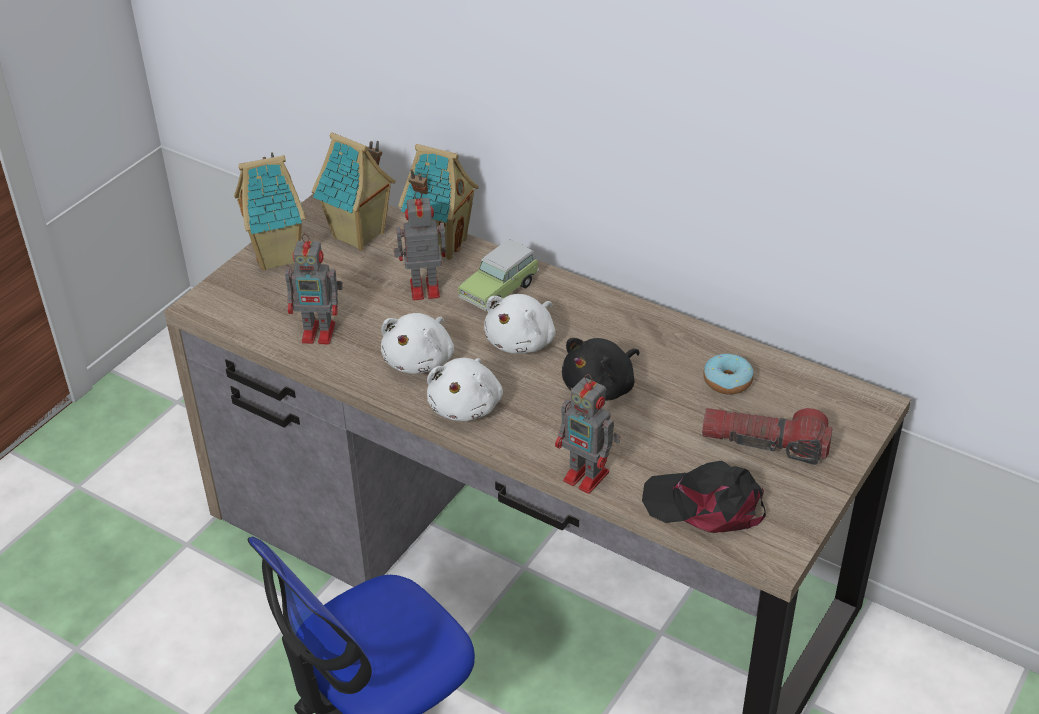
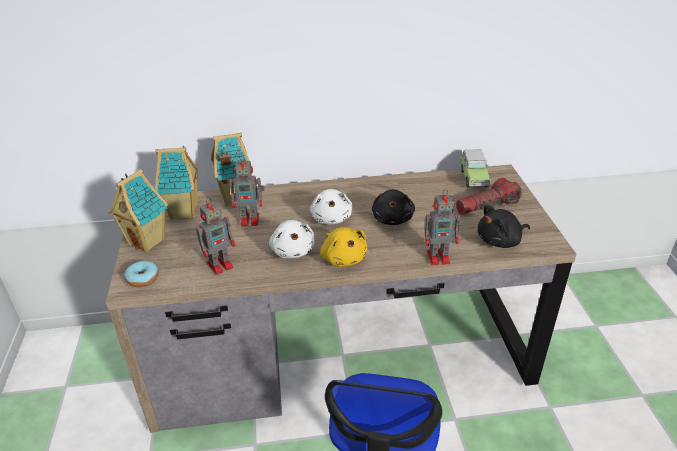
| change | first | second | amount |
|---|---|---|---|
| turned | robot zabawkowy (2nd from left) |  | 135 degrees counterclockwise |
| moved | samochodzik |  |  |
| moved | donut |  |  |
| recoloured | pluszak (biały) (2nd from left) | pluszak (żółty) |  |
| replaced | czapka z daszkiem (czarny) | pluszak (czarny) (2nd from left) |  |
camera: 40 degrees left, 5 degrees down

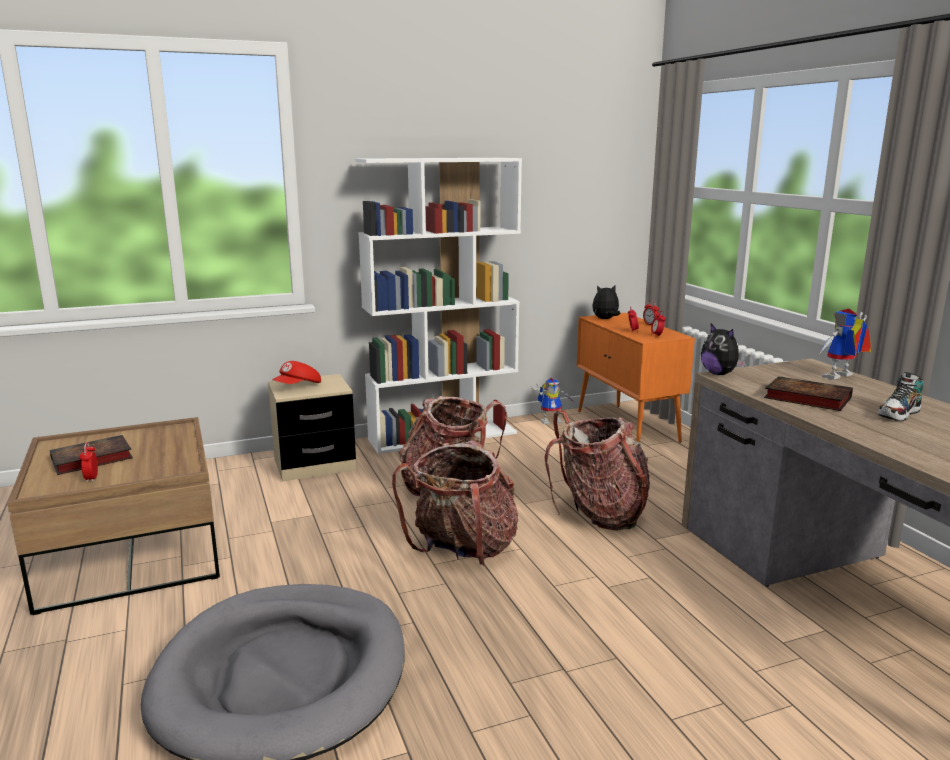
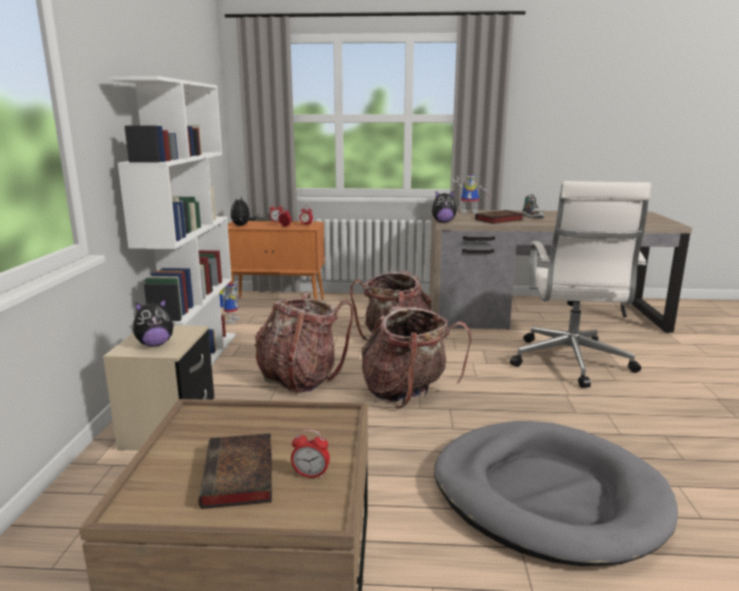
| change | first | second | amount |
|---|---|---|---|
| turned | robot zabawkowy (2nd from left) |  | 75 degrees counterclockwise |
| replaced | czapka z daszkiem (czerwony) | pluszak (1st from left) |  |
| added |  | krzesło biurowe (biały) |  |
camera: 65 degrees left, 0 degrees up

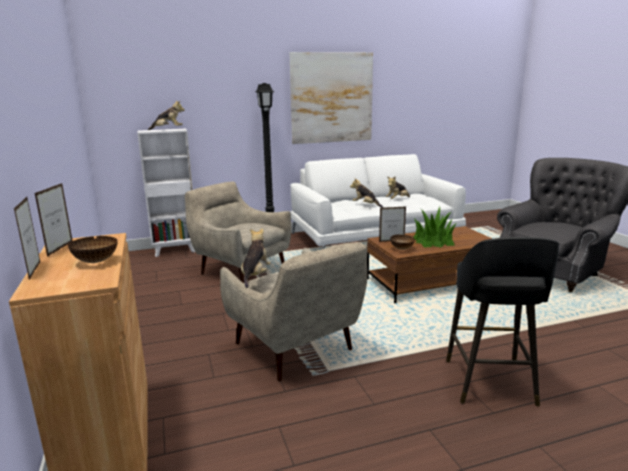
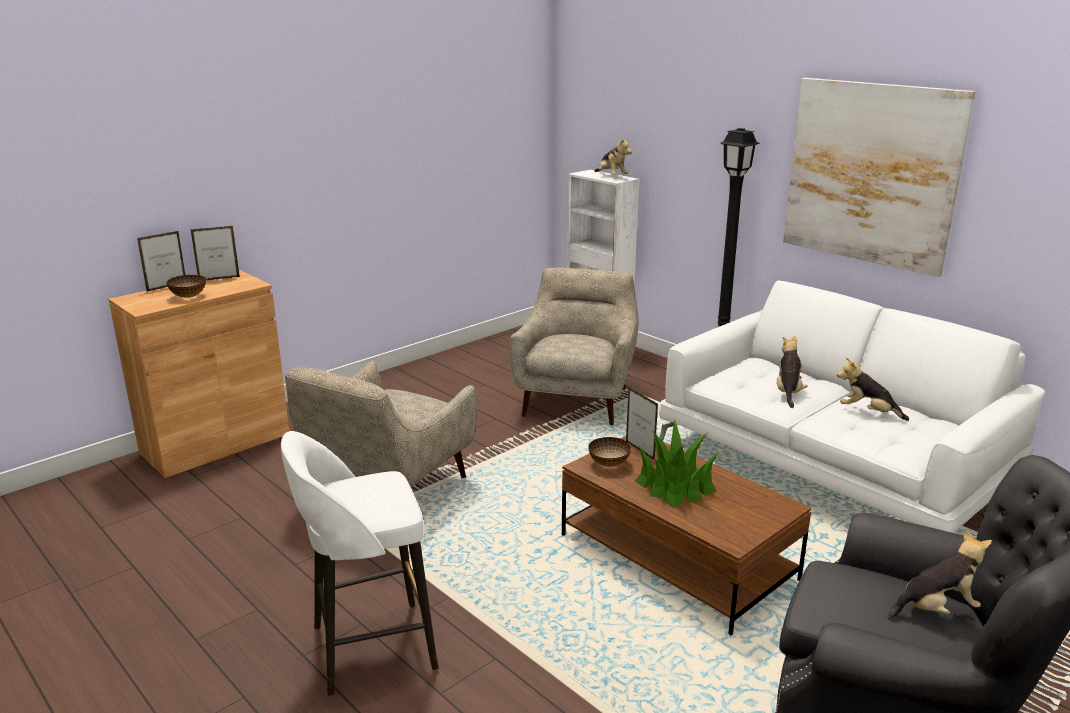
| change | first | second | amount |
|---|---|---|---|
| moved | pluszak (2nd from left in the first image) | pluszak (4th from left) |  |
| recoloured | stołek (czarny) | stołek (biały) |  |
camera: 65 degrees right, 5 degrees up

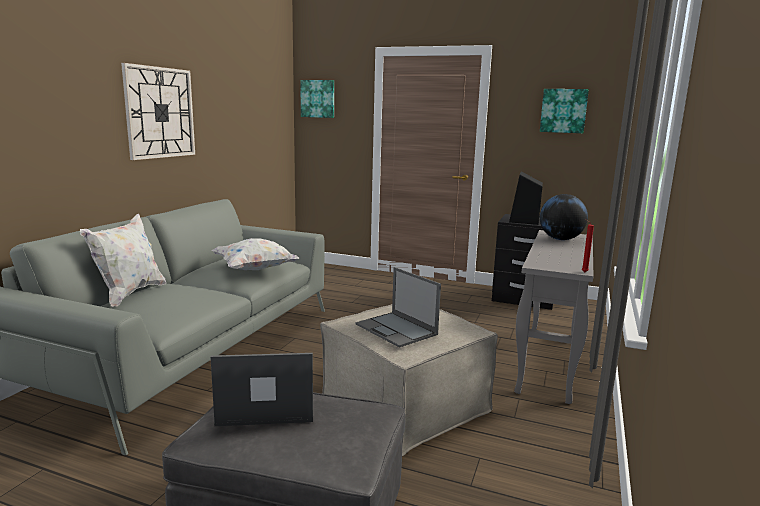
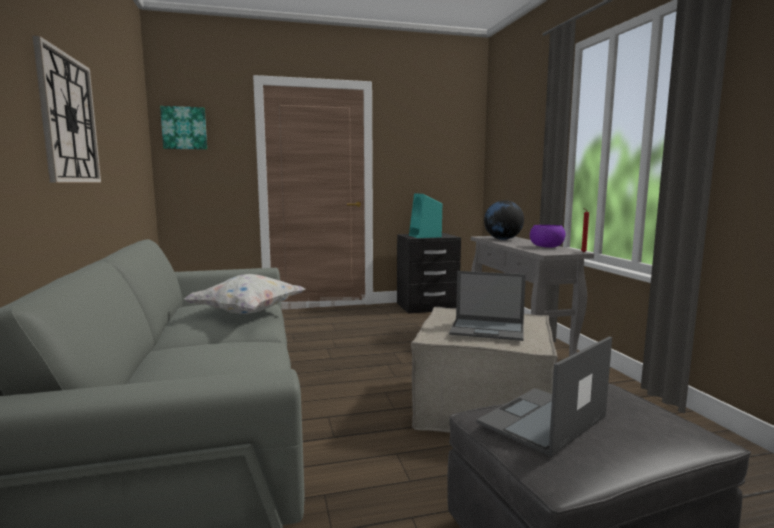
| change | first | second | amount |
|---|---|---|---|
| removed | obraz (2nd from left) |  |  |
| recoloured | głośnik (czarny) | głośnik (turkusowy) |  |
| removed | poduszka (biały) (1st from left) |  |  |
| added |  | miska (fioletowy) |  |
camera: 35 degrees left, 5 degrees down

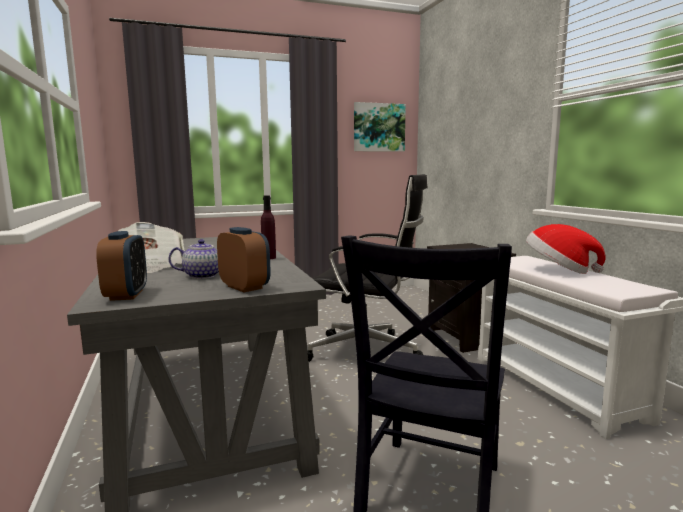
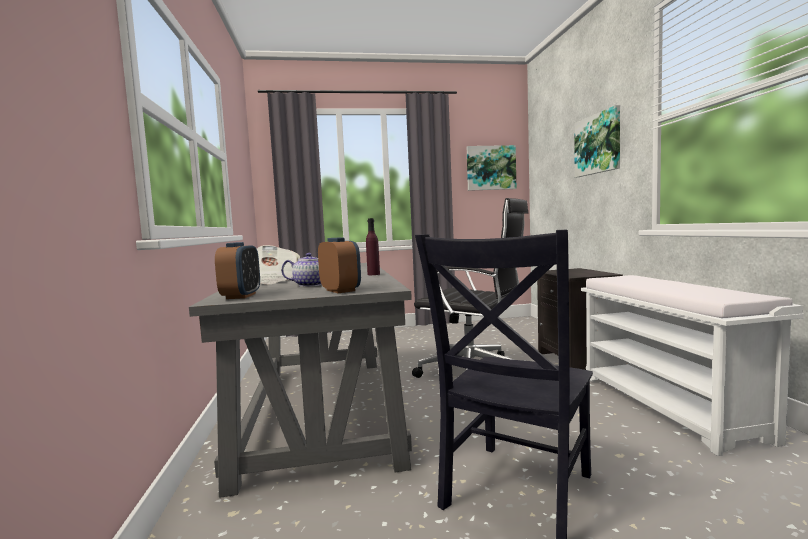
| change | first | second | amount |
|---|---|---|---|
| removed | kapelusz |  |  |
| added |  | obraz (2nd from left) |  |
camera: 10 degrees right, 5 degrees down

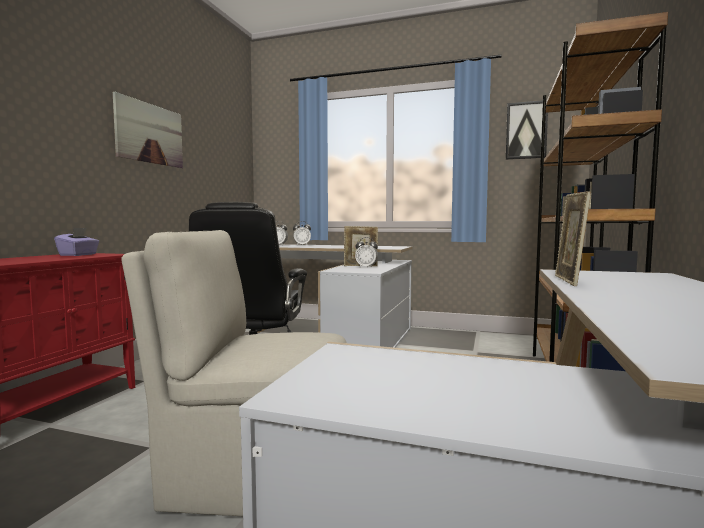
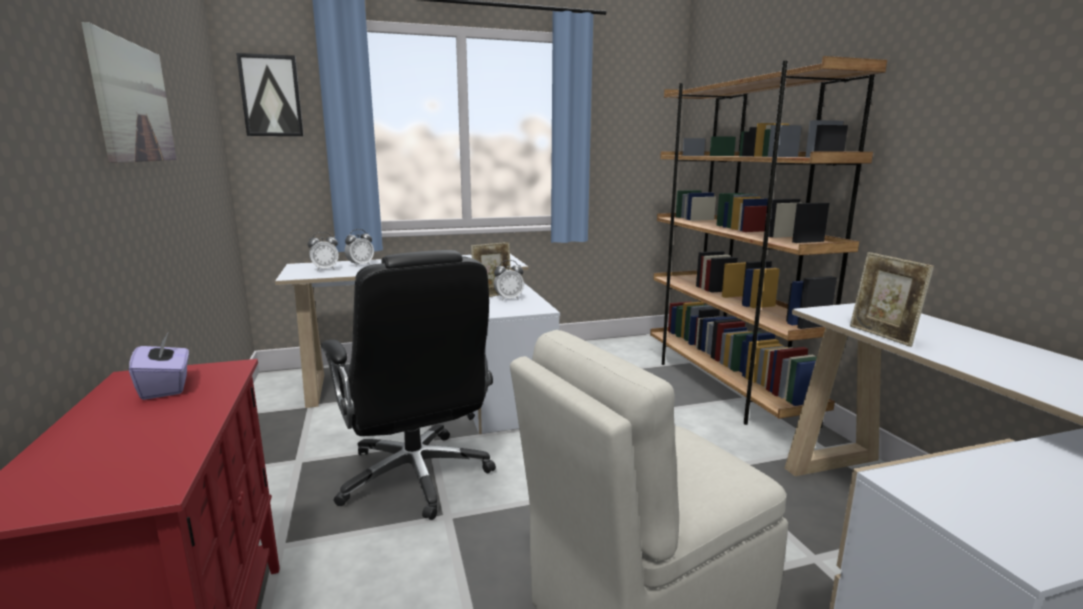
| change | first | second | amount |
|---|---|---|---|
| moved | obraz (2nd from left) |  |  |
camera: 35 degrees left, 10 degrees up

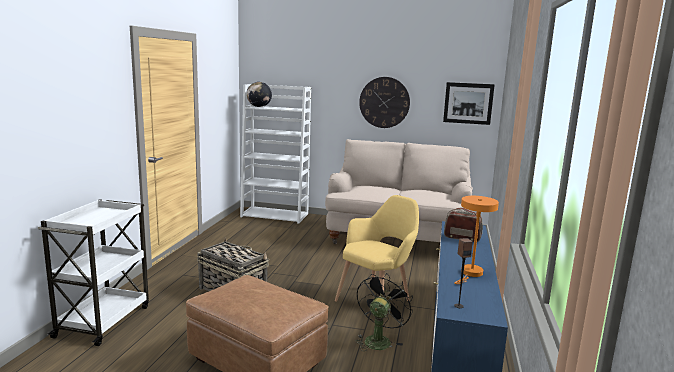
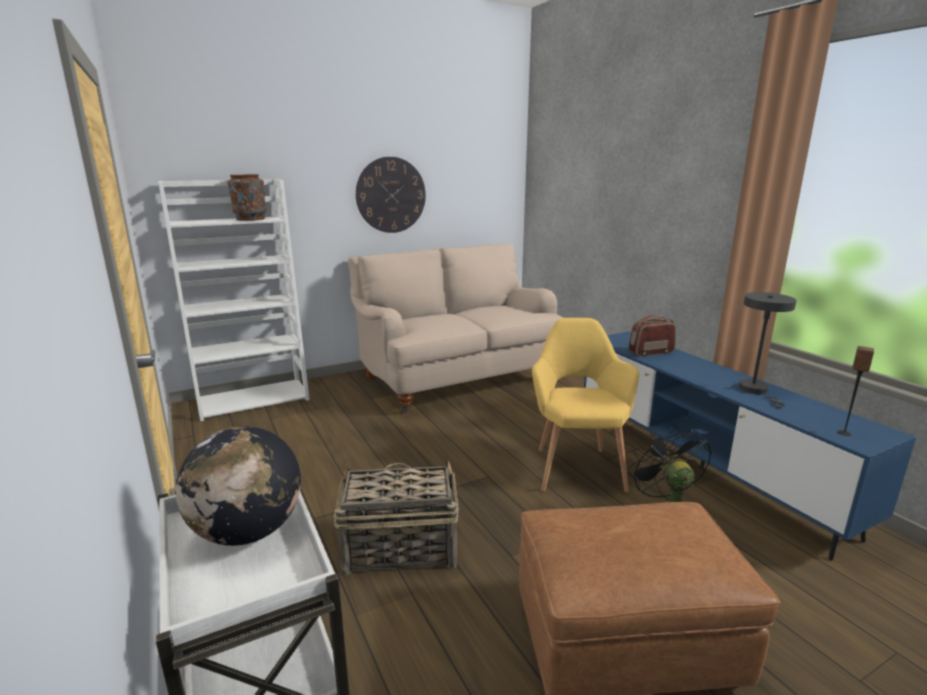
| change | first | second | amount |
|---|---|---|---|
| moved | globus |  |  |
| removed | obraz |  |  |
| recoloured | lampa stołowa (pomarańczowy) | lampa stołowa (szary) |  |
| added |  | wazon (brązowy) |  |
camera: 40 degrees left, 5 degrees up

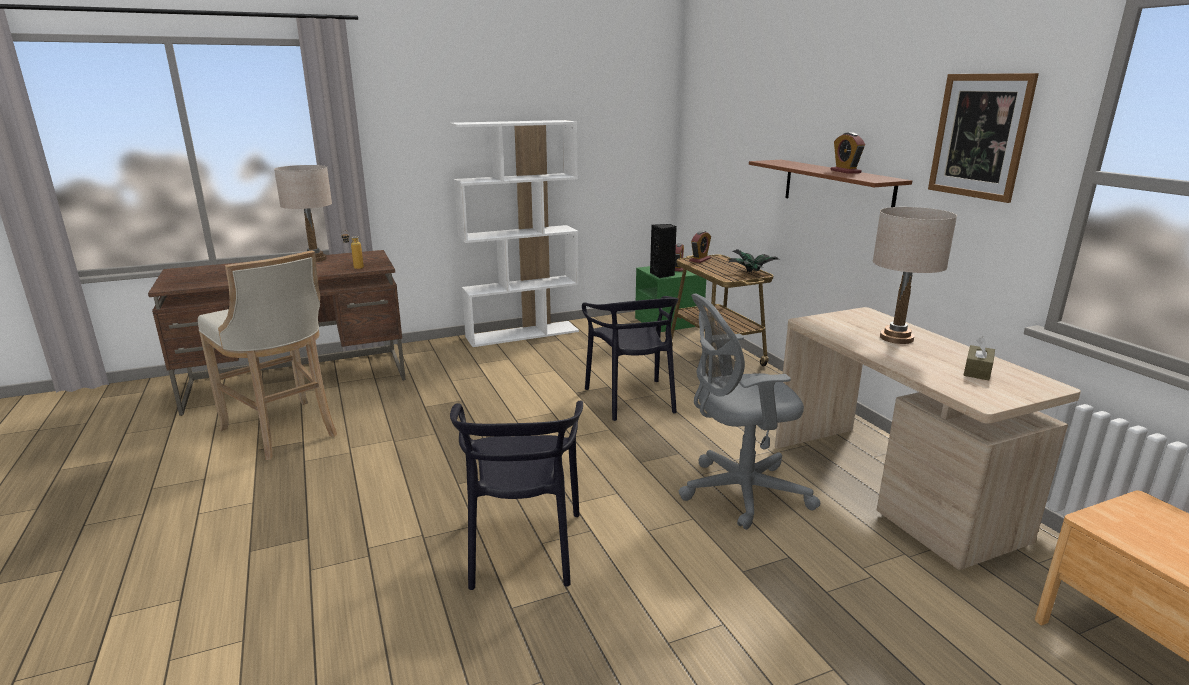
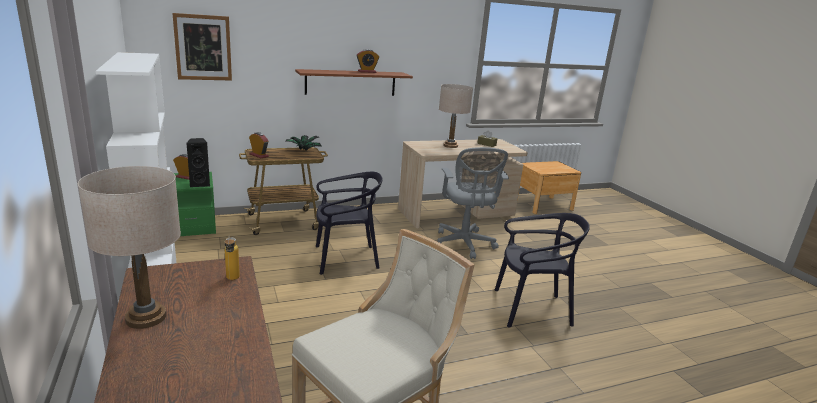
| change | first | second | amount |
|---|---|---|---|
| moved | obraz |  |  |
camera: 90 degrees left, 0 degrees up

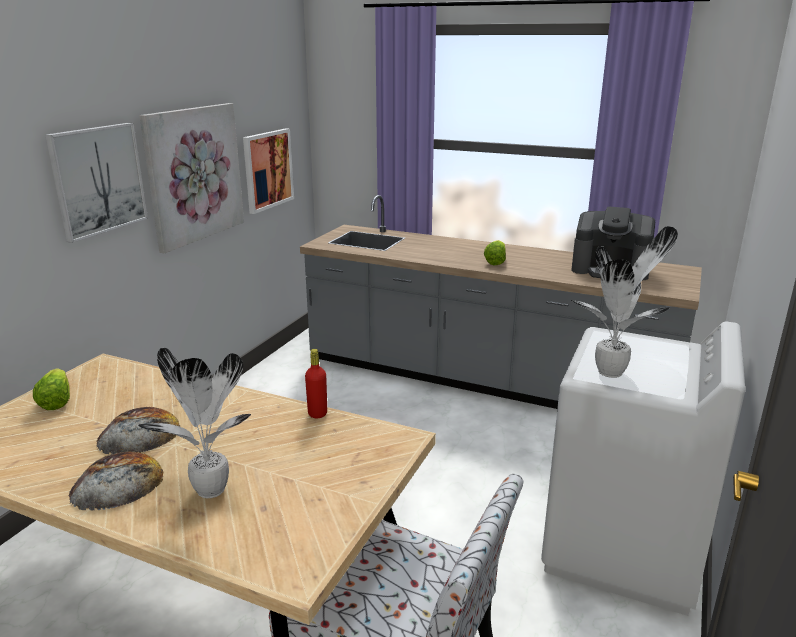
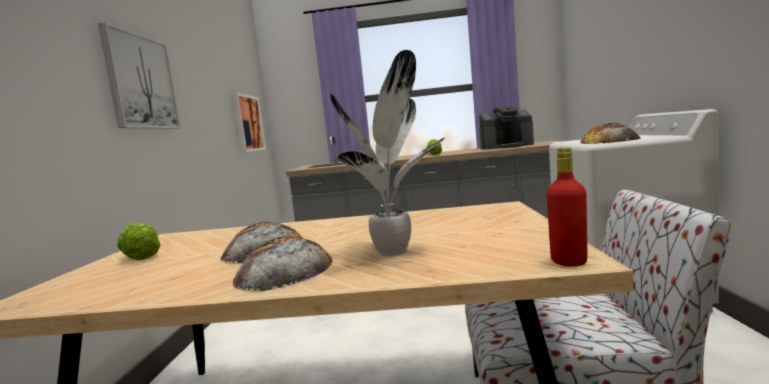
| change | first | second | amount |
|---|---|---|---|
| removed | obraz (2nd from left) |  |  |
| replaced | roślina doniczkowa (2nd from left) | chleb (3rd from left) |  |
| moved | butelka (czerwony) |  |  |
camera: 20 degrees left, 15 degrees down

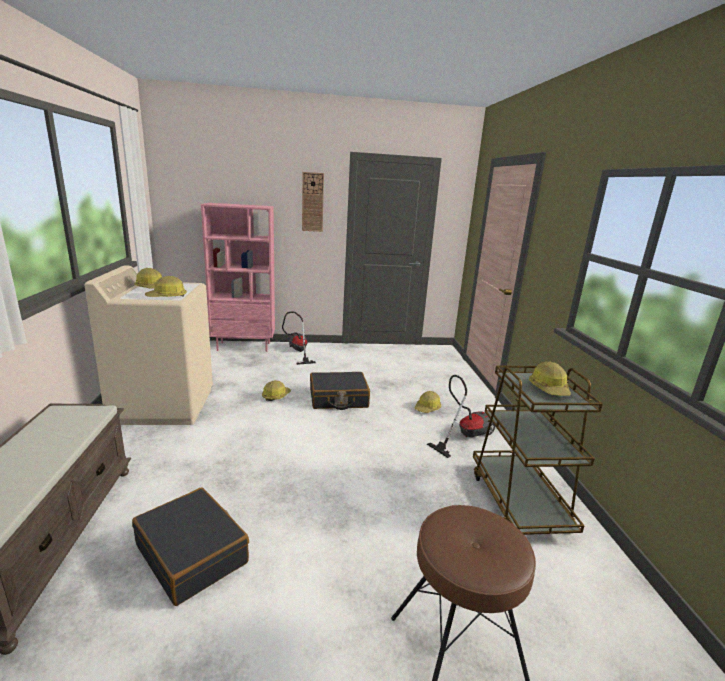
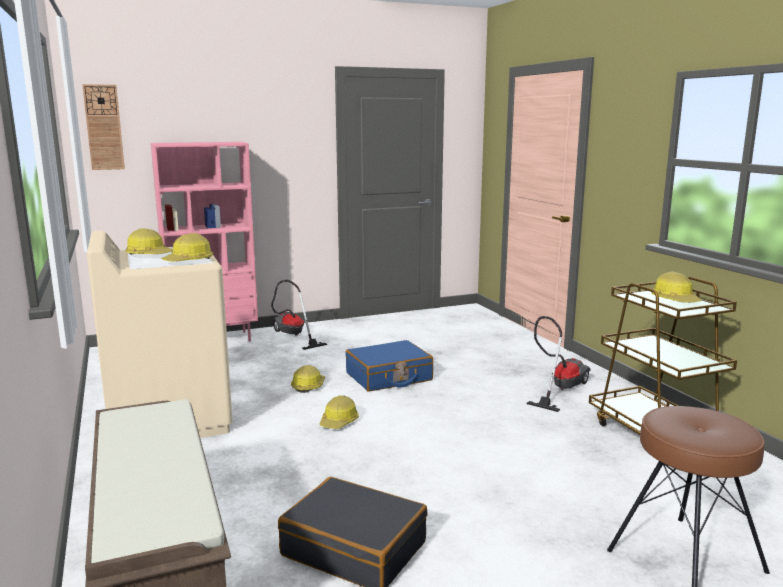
| change | first | second | amount |
|---|---|---|---|
| moved | zegar ścienny |  |  |
| recoloured | walizka (czarny) (2nd from left) | walizka (niebieski) |  |
| moved | kask (4th from left) |  |  |
camera: 15 degrees left, 5 degrees down

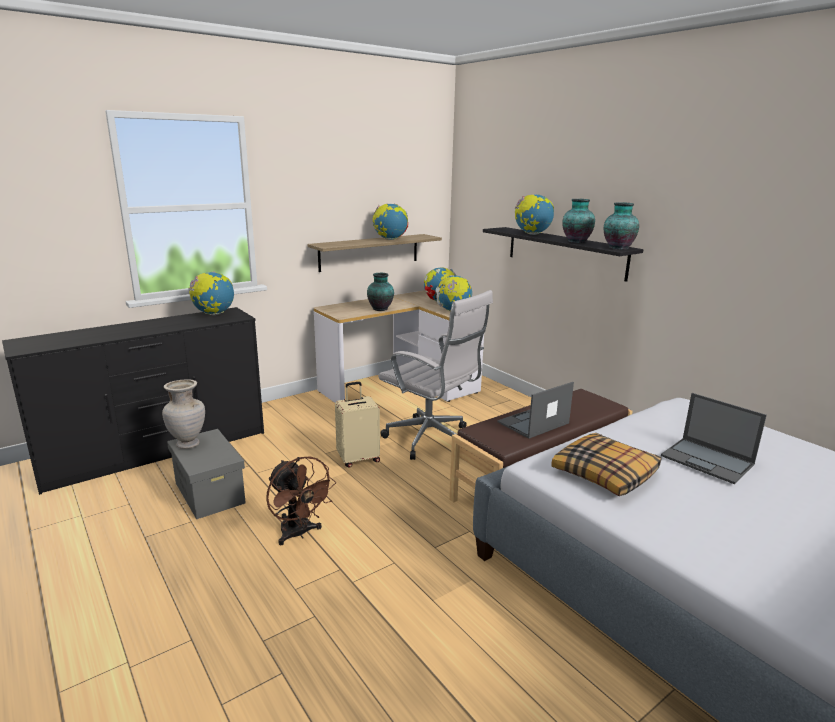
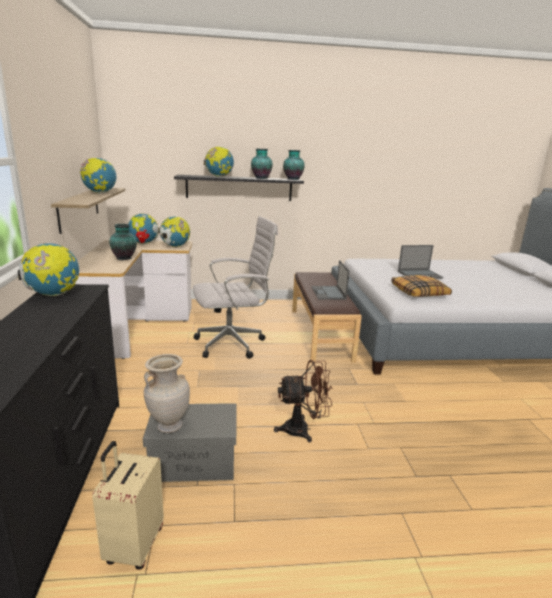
| change | first | second | amount |
|---|---|---|---|
| moved | walizka (beżowy) |  |  |
camera: 60 degrees left, 0 degrees up

